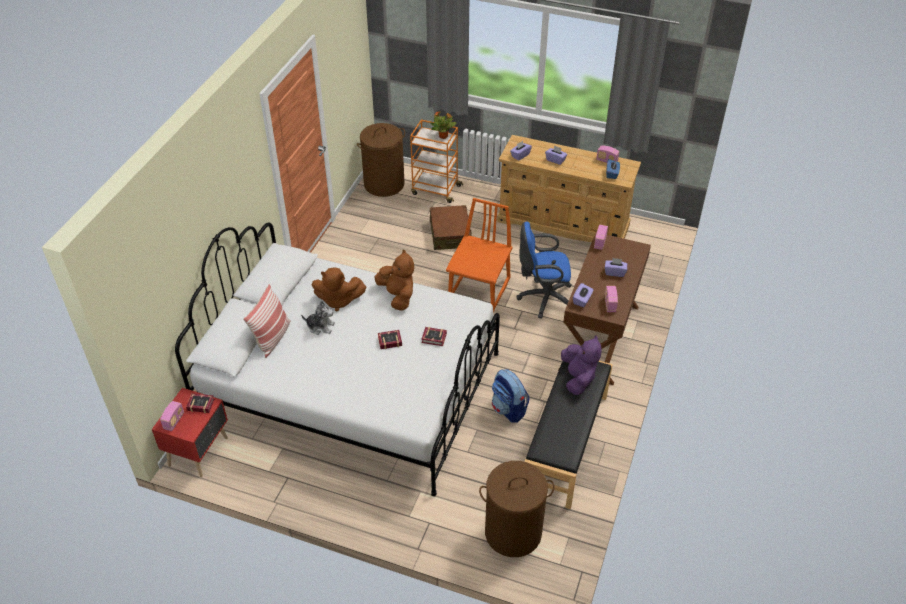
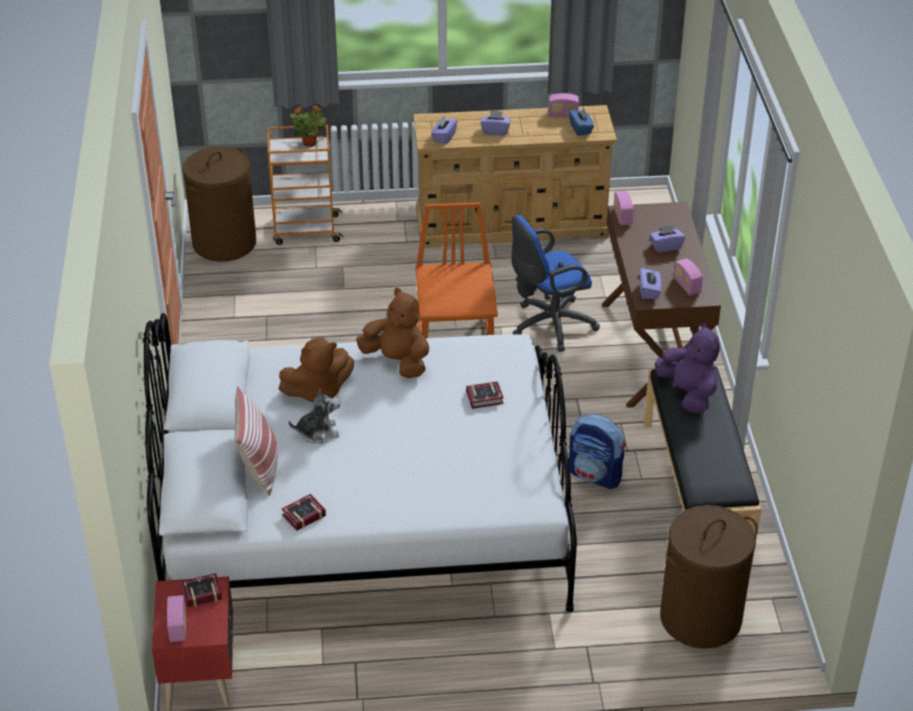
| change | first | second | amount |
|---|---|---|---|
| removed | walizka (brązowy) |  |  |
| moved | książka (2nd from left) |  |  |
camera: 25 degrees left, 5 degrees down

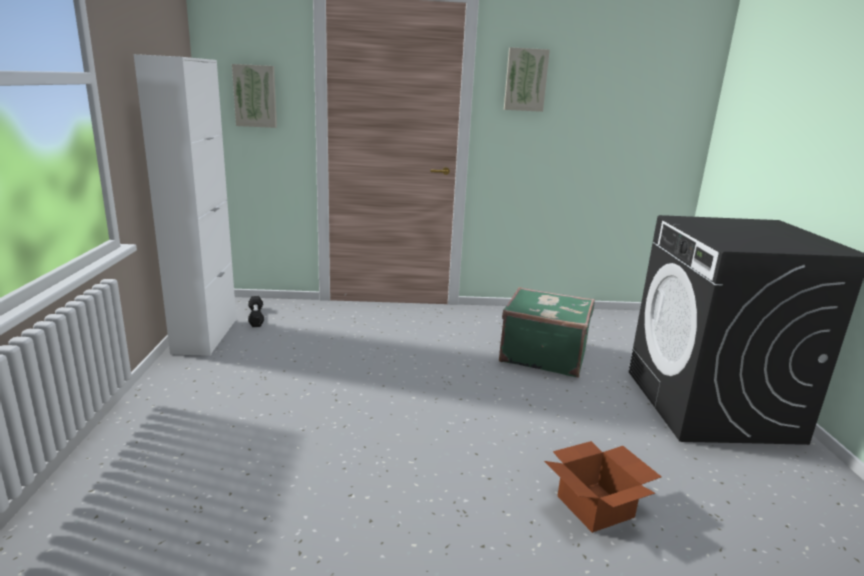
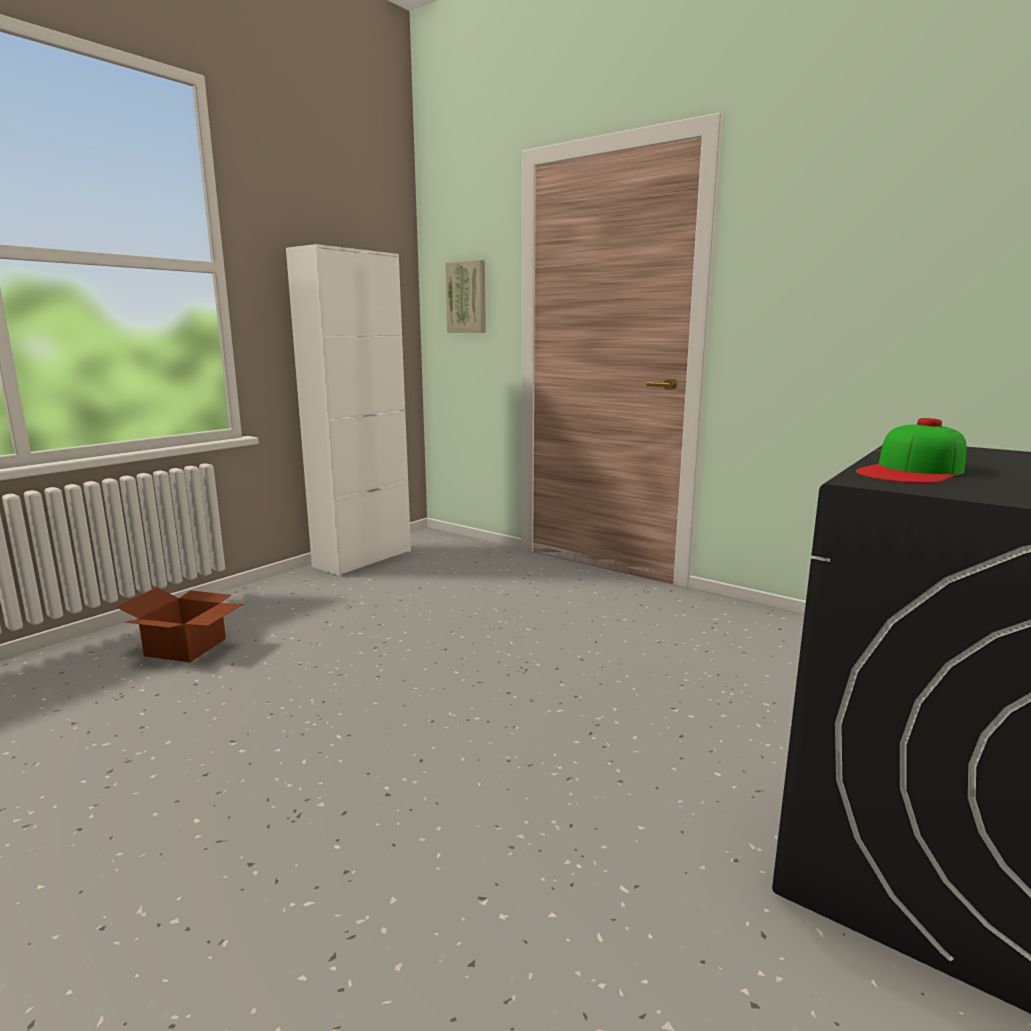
| change | first | second | amount |
|---|---|---|---|
| removed | obraz (2nd from left) |  |  |
| removed | walizka (zielony) |  |  |
| removed | hantel (czarny) |  |  |
| moved | karton |  |  |
| added |  | czapka z daszkiem |  |
camera: 40 degrees right, 5 degrees down

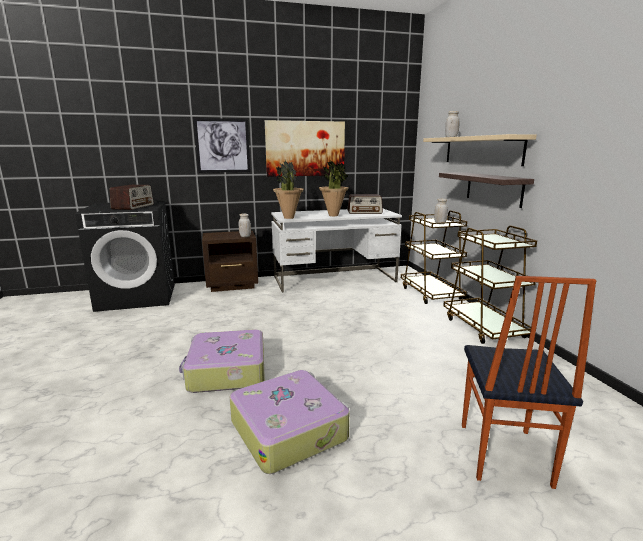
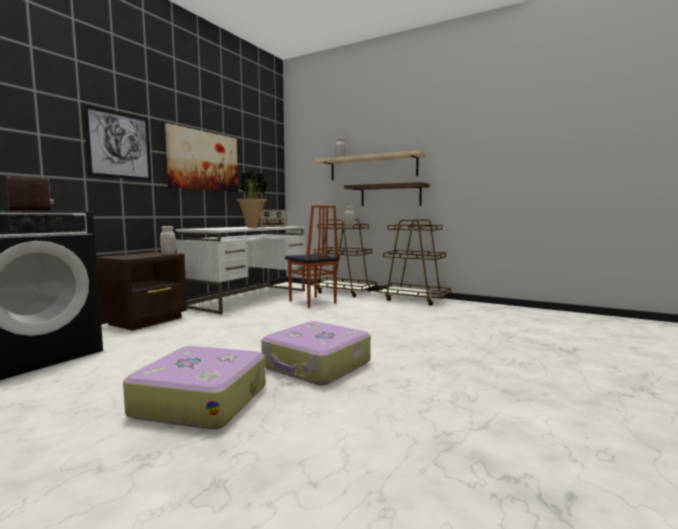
| change | first | second | amount |
|---|---|---|---|
| removed | roślina doniczkowa (1st from left) |  |  |
| moved | krzesło |  |  |
| moved | walizka (2nd from left in the first image) | walizka (1st from left) |  |
camera: 45 degrees left, 10 degrees down

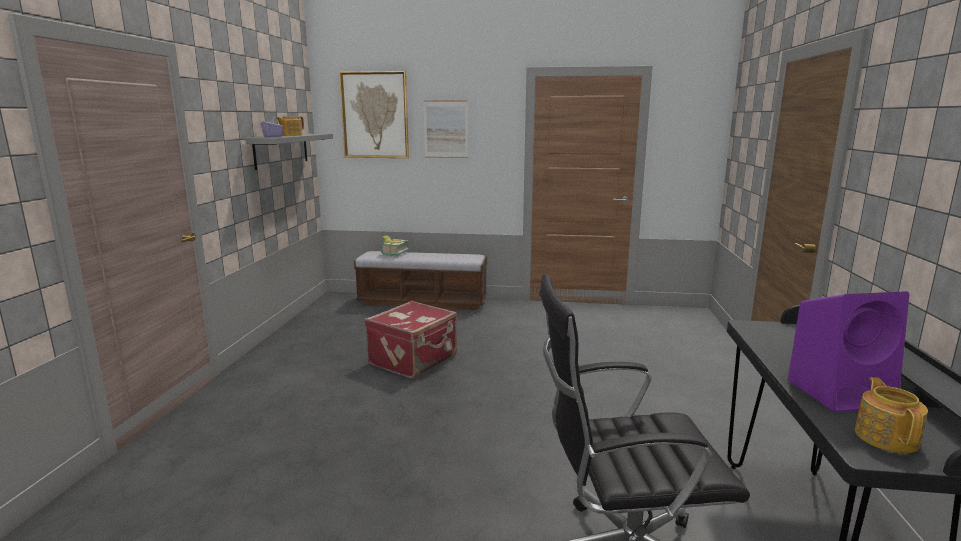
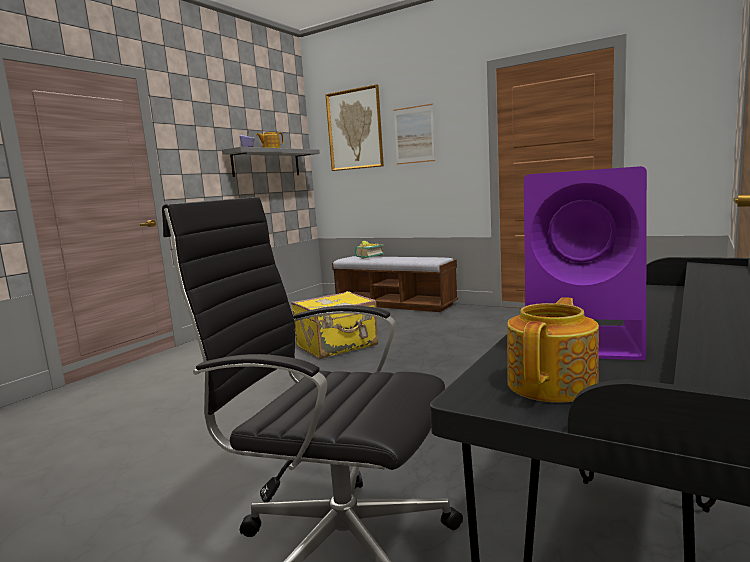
| change | first | second | amount |
|---|---|---|---|
| recoloured | walizka (czerwony) | walizka (żółty) |  |
camera: 25 degrees right, 5 degrees down

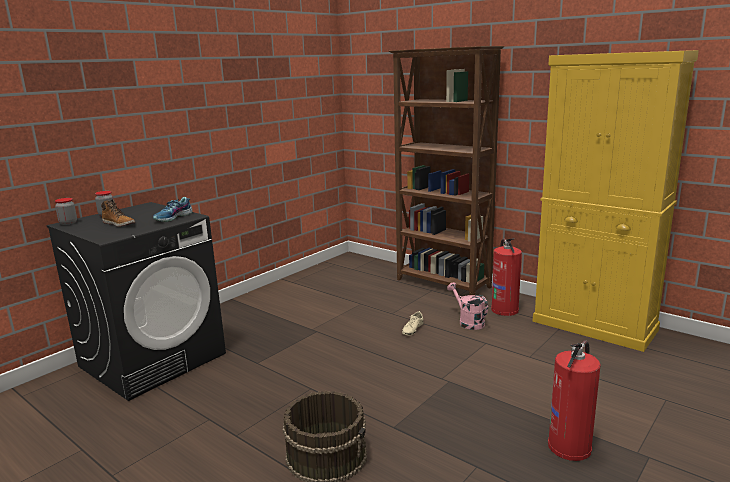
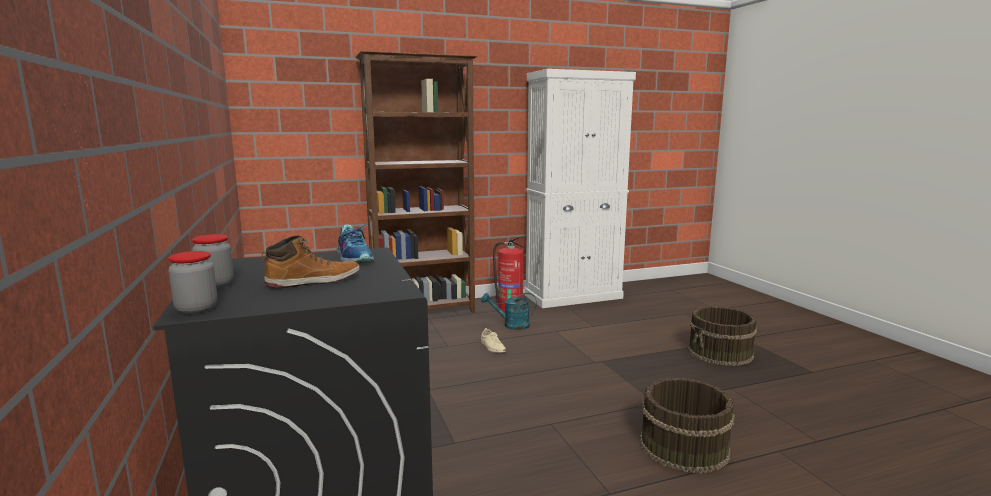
| change | first | second | amount |
|---|---|---|---|
| recoloured | szafka (żółty) | szafka (biały) |  |
| recoloured | konewka (różowy) | konewka (turkusowy) |  |
| replaced | gaśnica (2nd from left) | wiadro (brązowy) (2nd from left) |  |
camera: 60 degrees left, 5 degrees down

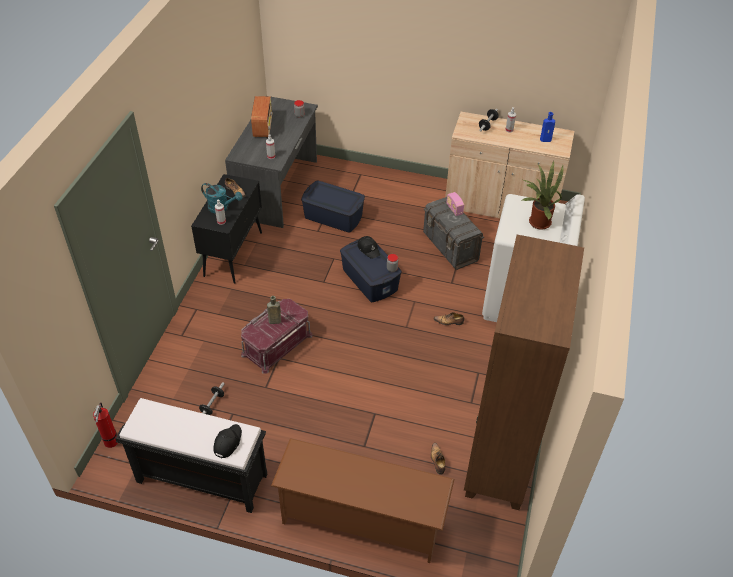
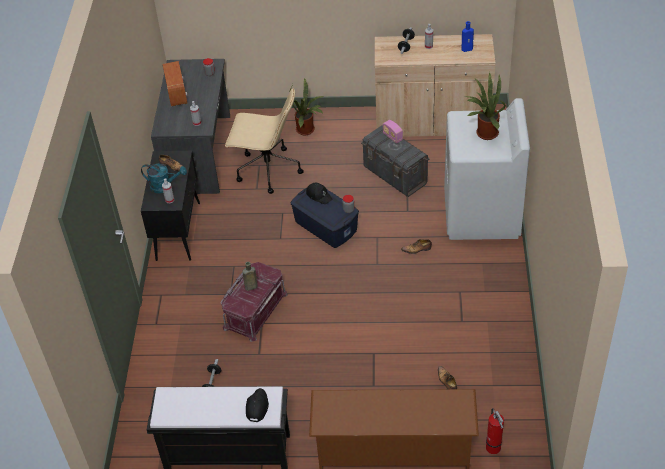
| change | first | second | amount |
|---|---|---|---|
| replaced | pojemnik do przechowywania (niebieski) (1st from left) | krzesło biurowe (beżowy) |  |
| removed | regał (brązowy) |  |  |
| moved | gaśnica |  |  |
| added |  | roślina doniczkowa (1st from left) |  |
camera: 10 degrees left, 0 degrees up

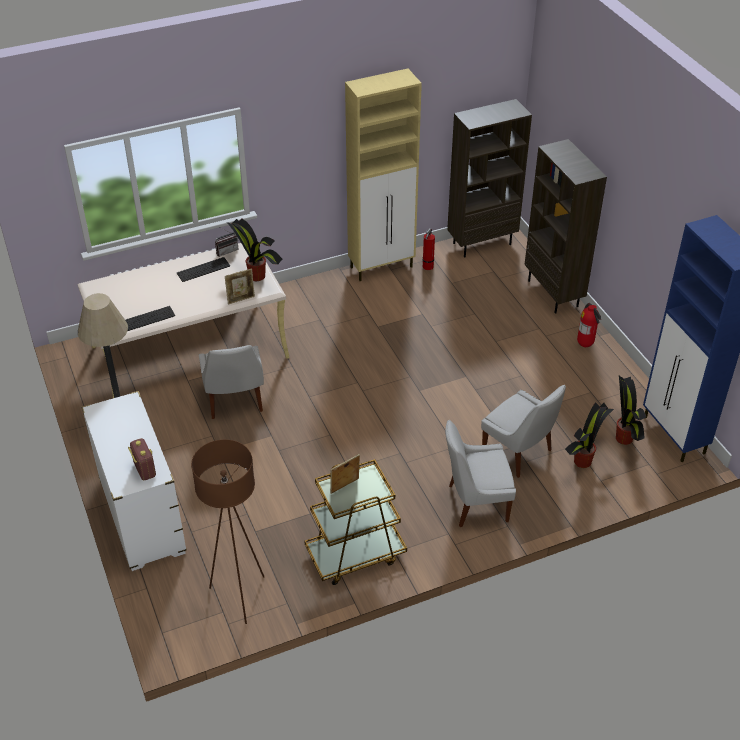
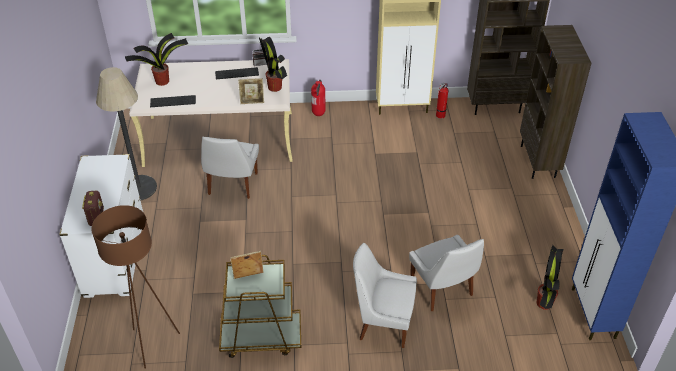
| change | first | second | amount |
|---|---|---|---|
| moved | gaśnica (2nd from left in the first image) | gaśnica (1st from left) |  |
| moved | roślina doniczkowa (2nd from left in the first image) | roślina doniczkowa (1st from left) |  |
camera: 20 degrees right, 0 degrees up

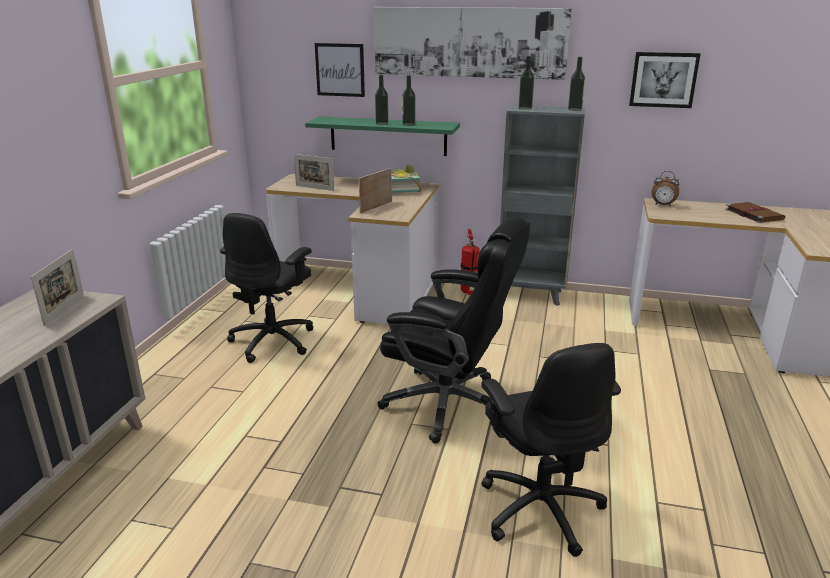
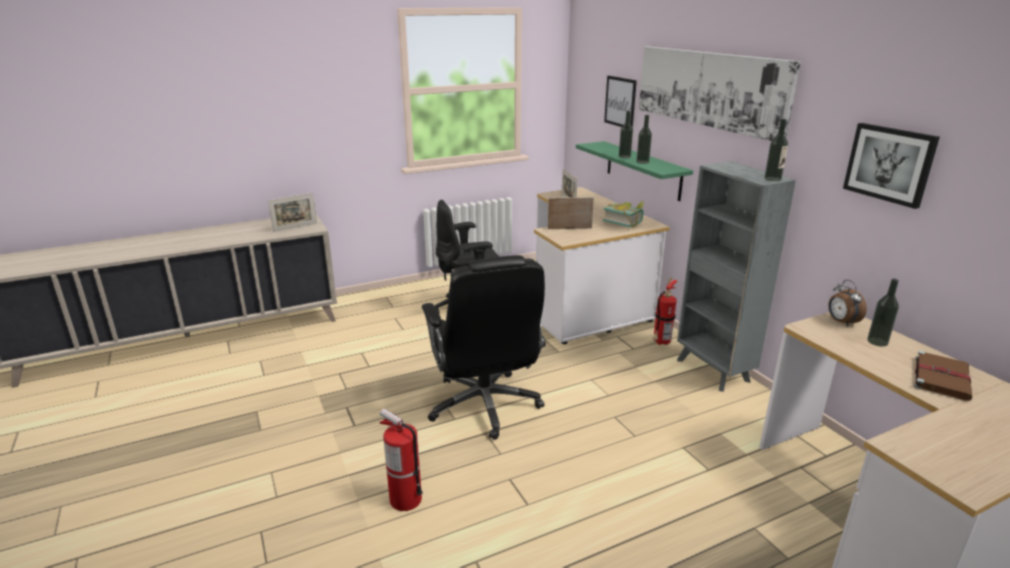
| change | first | second | amount |
|---|---|---|---|
| moved | butelka (3rd from left in the first image) | butelka (4th from left) |  |
| replaced | krzesło biurowe (czarny) (3rd from left) | gaśnica (1st from left) |  |
camera: 50 degrees right, 0 degrees up

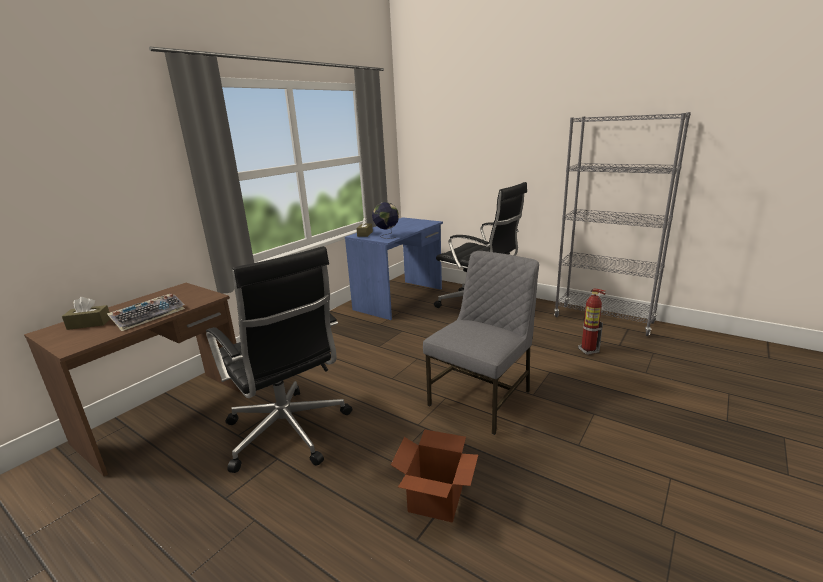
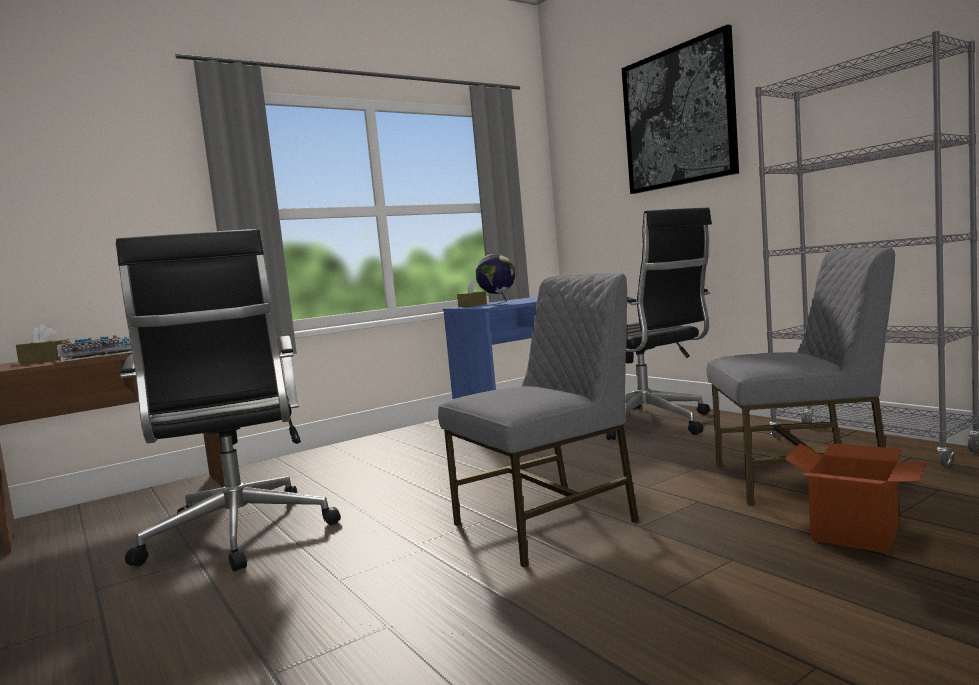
| change | first | second | amount |
|---|---|---|---|
| replaced | gaśnica | krzesło (szary) (2nd from left) |  |
| moved | karton |  |  |
| added |  | obraz |  |
camera: 20 degrees right, 15 degrees down

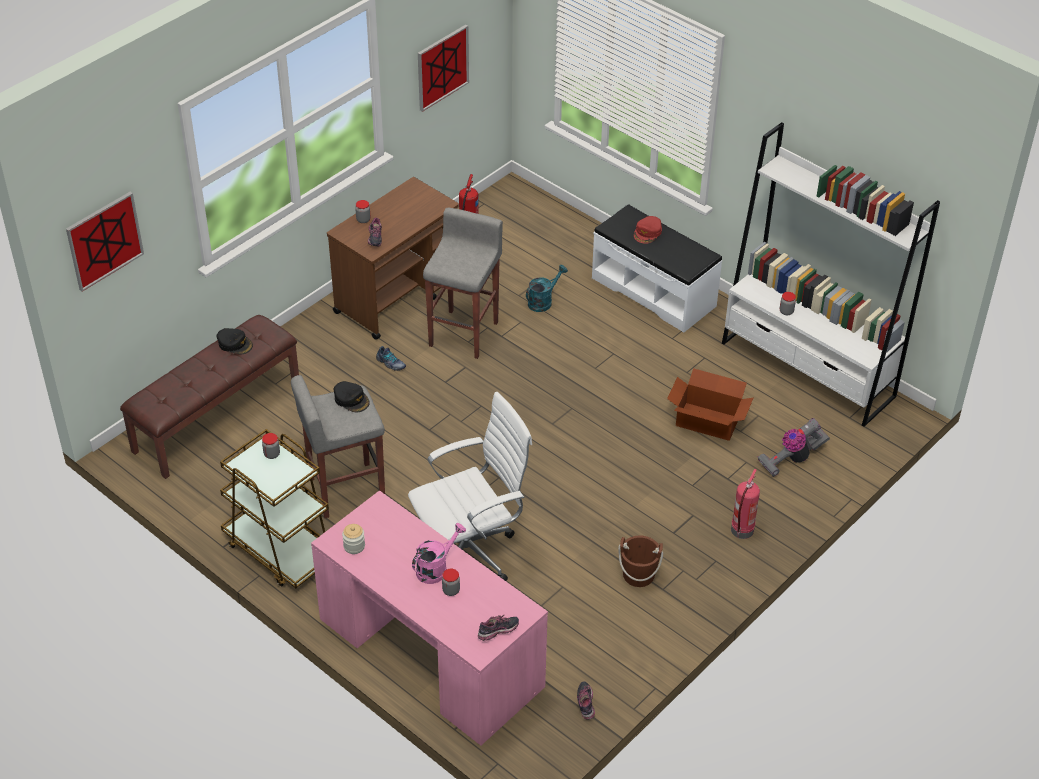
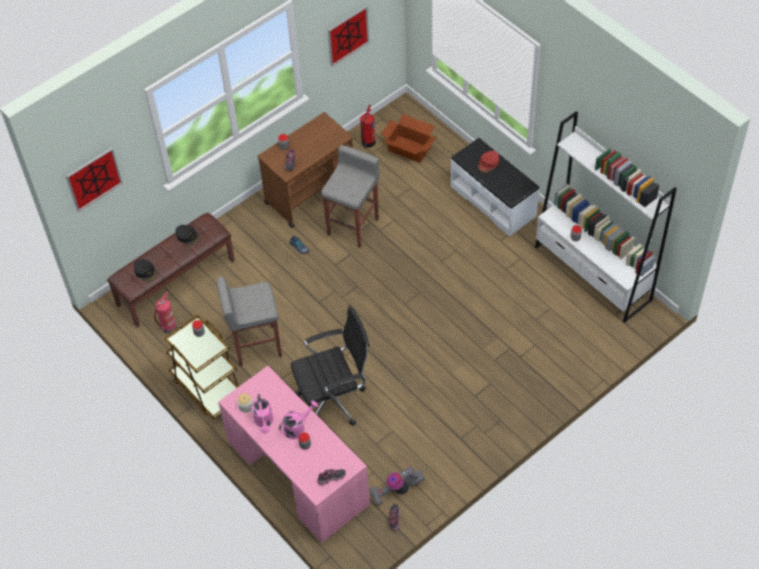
| change | first | second | amount |
|---|---|---|---|
| removed | konewka (turkusowy) |  |  |
| moved | karton |  |  |
| moved | czapka z daszkiem (czarny) (2nd from left in the first image) | czapka z daszkiem (czarny) (1st from left) |  |
| recoloured | krzesło biurowe (biały) | krzesło biurowe (czarny) |  |
| moved | odkurzacz |  |  |
| moved | gaśnica (2nd from left in the first image) | gaśnica (1st from left) |  |
| removed | wiadro (brązowy) |  |  |
| added |  | konewka (różowy) (1st from left) |  |
camera: 10 degrees right, 10 degrees up

